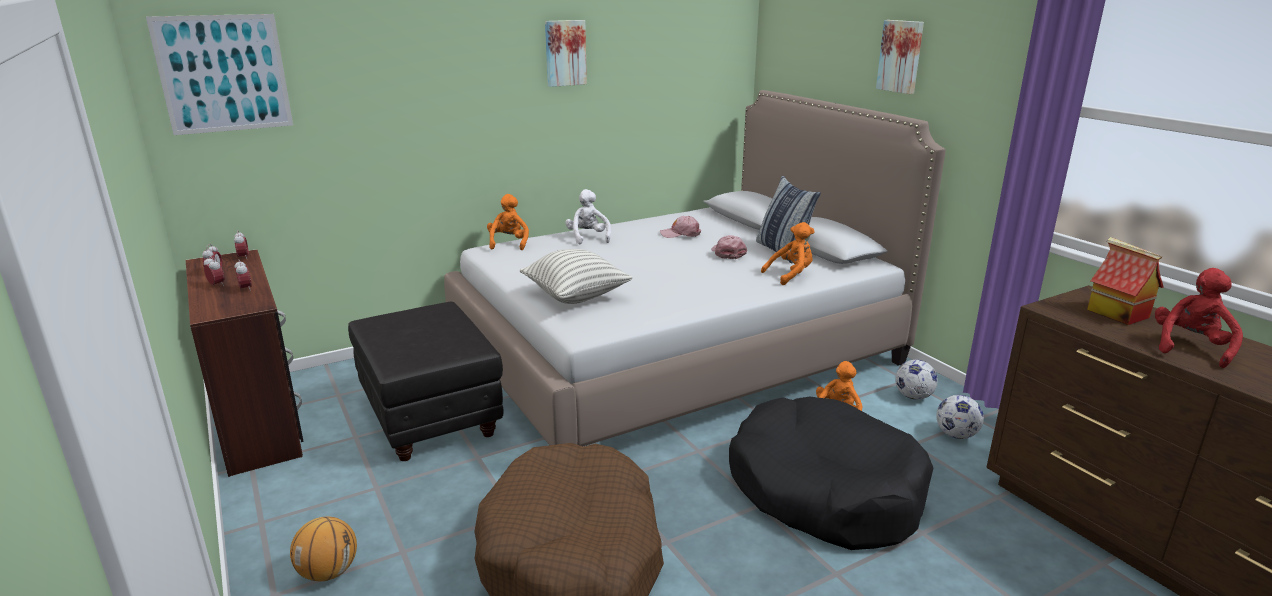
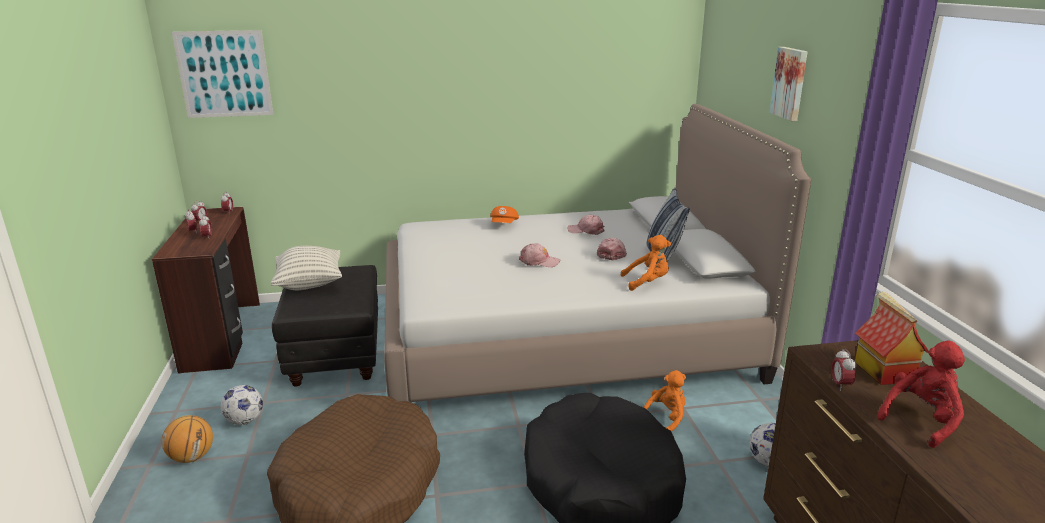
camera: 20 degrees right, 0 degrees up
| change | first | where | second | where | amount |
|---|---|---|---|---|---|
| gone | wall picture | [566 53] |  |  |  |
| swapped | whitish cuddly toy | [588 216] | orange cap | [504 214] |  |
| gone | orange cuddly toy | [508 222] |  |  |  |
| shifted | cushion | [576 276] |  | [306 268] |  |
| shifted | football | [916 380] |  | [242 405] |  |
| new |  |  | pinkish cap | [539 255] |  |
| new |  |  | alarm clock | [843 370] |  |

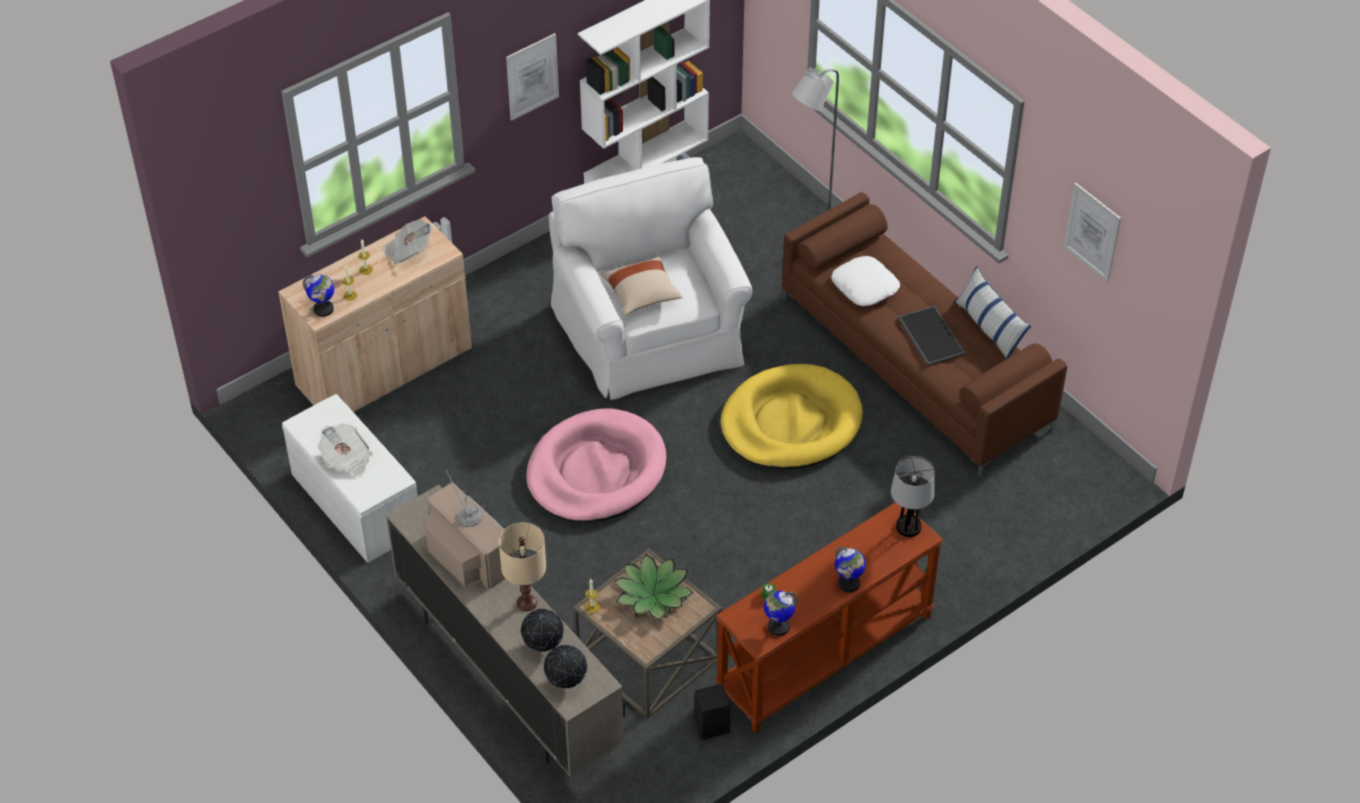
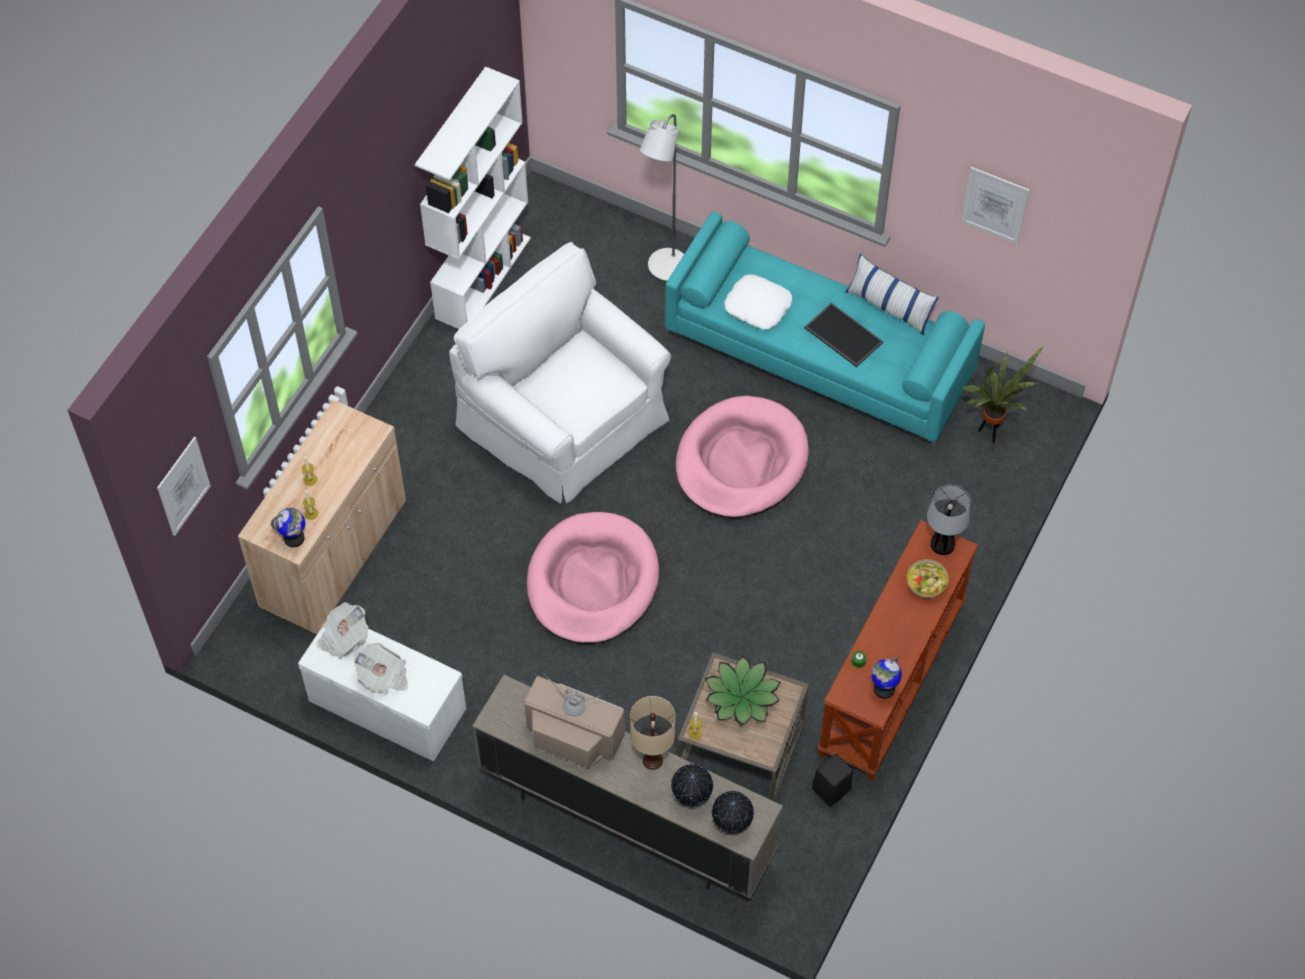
camera: 25 degrees left, 10 degrees up
| change | first | where | second | where | amount |
|---|---|---|---|---|---|
| shifted | wall picture | [532 77] |  | [184 486] |  |
| repainted | brown couch | [924 334] | turquoise couch | [825 331] |  |
| shifted | printed paper | [407 242] |  | [342 631] |  |
| gone | beige cushion | [642 285] |  |  |  |
| repainted | yellow pet bed | [791 417] | pinkish pet bed | [742 457] |  |
| gone | desk globe | [850 570] |  |  |  |
| new |  |  | plant in a pot | [1003 395] |  |
| new |  |  | bowl | [928 578] |  |

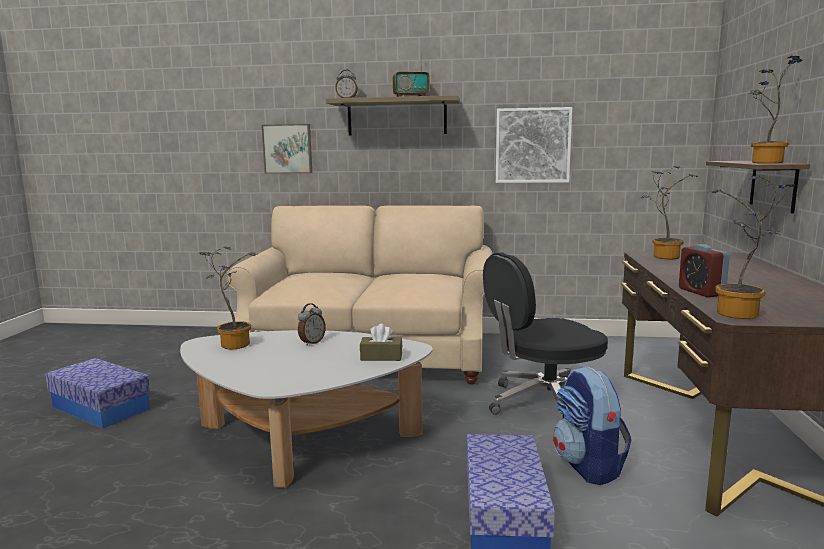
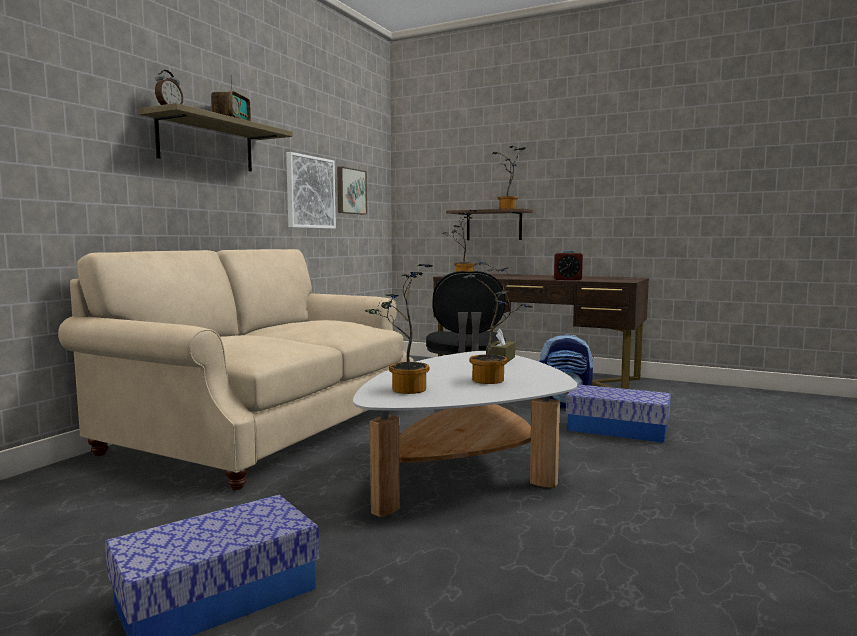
camera: 70 degrees left, 5 degrees down
| change | first | where | second | where | amount |
|---|---|---|---|---|---|
| shifted | wall picture | [286 149] |  | [352 191] |  |
| shifted | plant in a pot | [751 247] |  | [497 323] |  |
| gone | alarm clock | [312 324] |  |  |  |

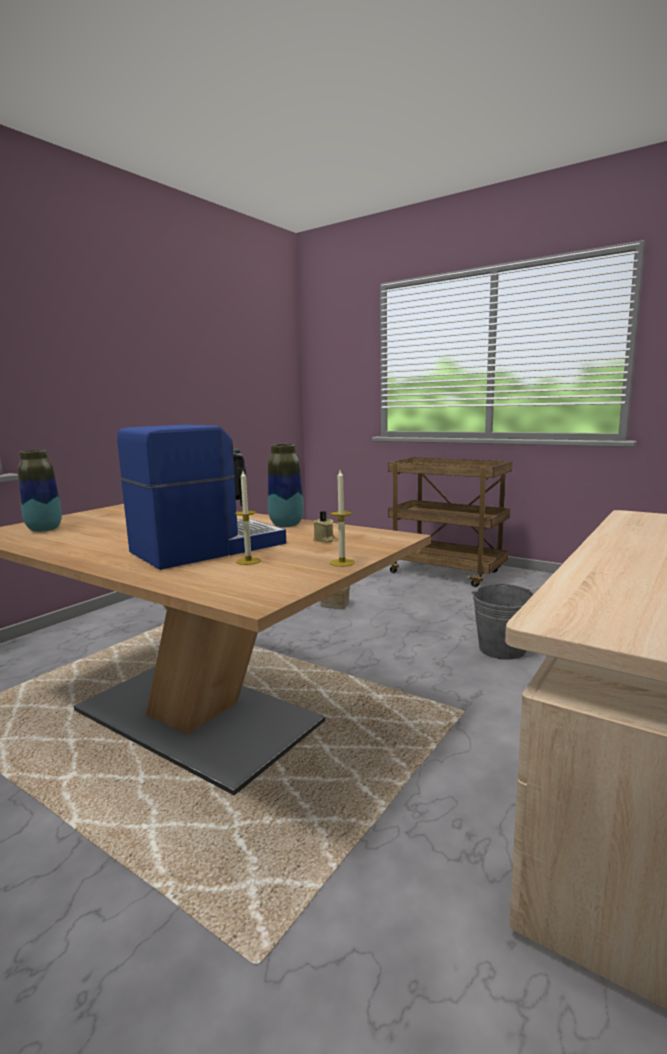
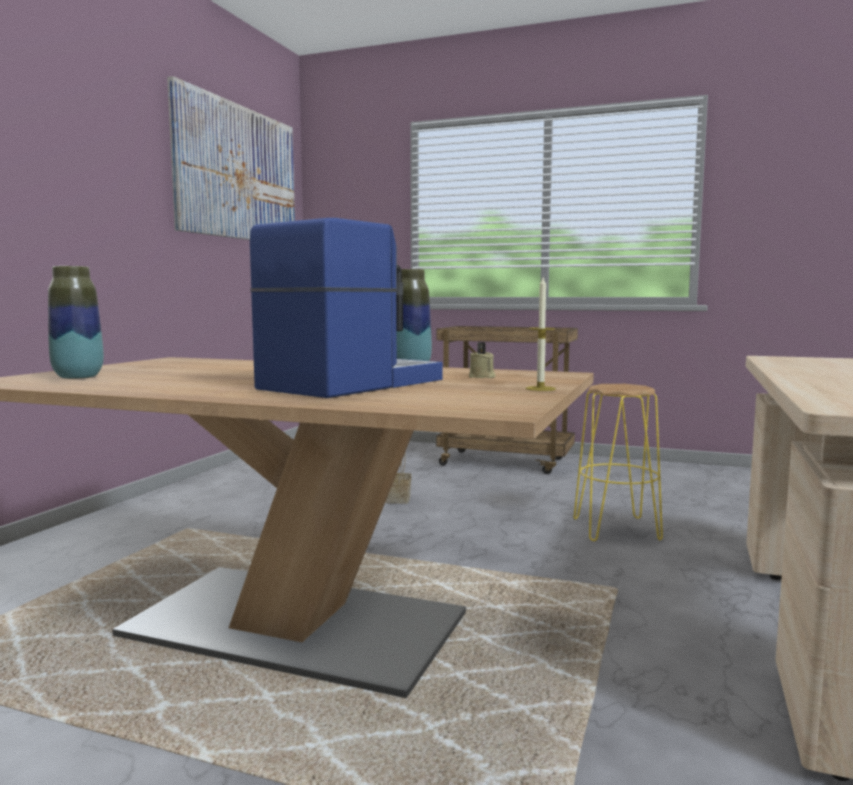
camera: 15 degrees left, 5 degrees down
| change | first | where | second | where | amount |
|---|---|---|---|---|---|
| gone | wax light | [248 518] |  |  |  |
| swapped | gray pail | [503 622] | yellow stool seat | [618 462] |  |
| new |  |  | wall picture | [231 158] |  |

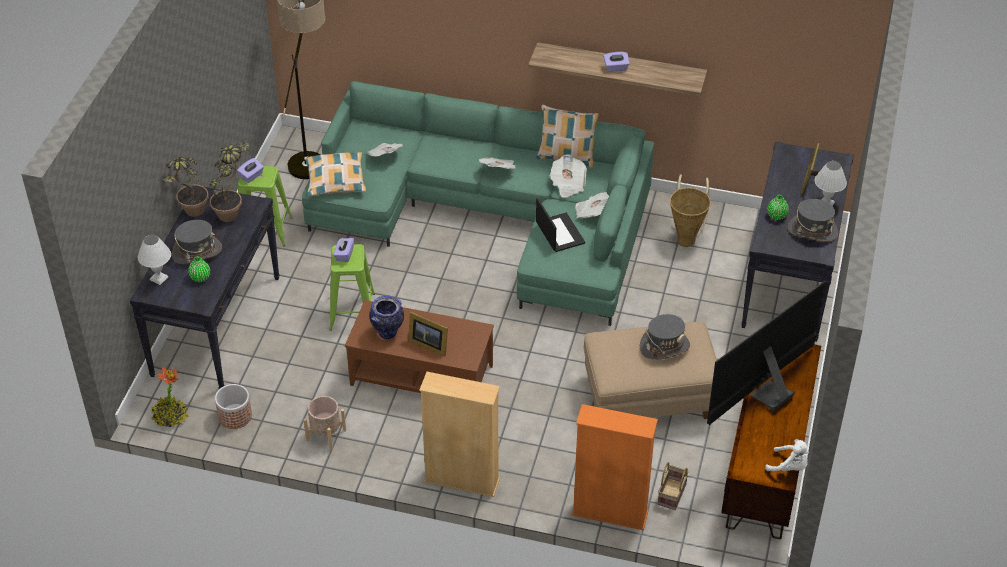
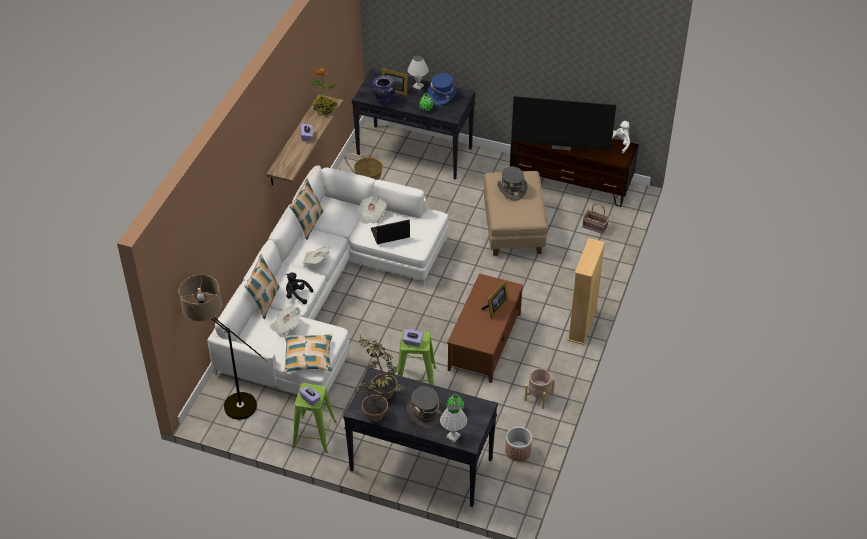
camera: 85 degrees left, 0 degrees up
| change | first | where | second | where | amount |
|---|---|---|---|---|---|
| repainted | green-coloured couch | [478 203] | whitish couch | [327 279] |  |
| gone | printed paper | [568 176] |  |  |  |
| repainted | gray wearable hat | [813 220] | blue-coloured wearable hat | [442 89] |  |
| rotated | TV set | [766 353] |  | [563 123] | 45 degrees counterclockwise |
| shifted | flower vase | [386 317] |  | [384 90] |  |
| shifted | plant in a pot | [169 397] |  | [324 91] |  |
| gone | orange bookshelf | [615 467] |  |  |  |
| new |  |  | cushion | [262 286] |  |
| new |  |  | black-coloured cuddly toy | [299 288] |  |

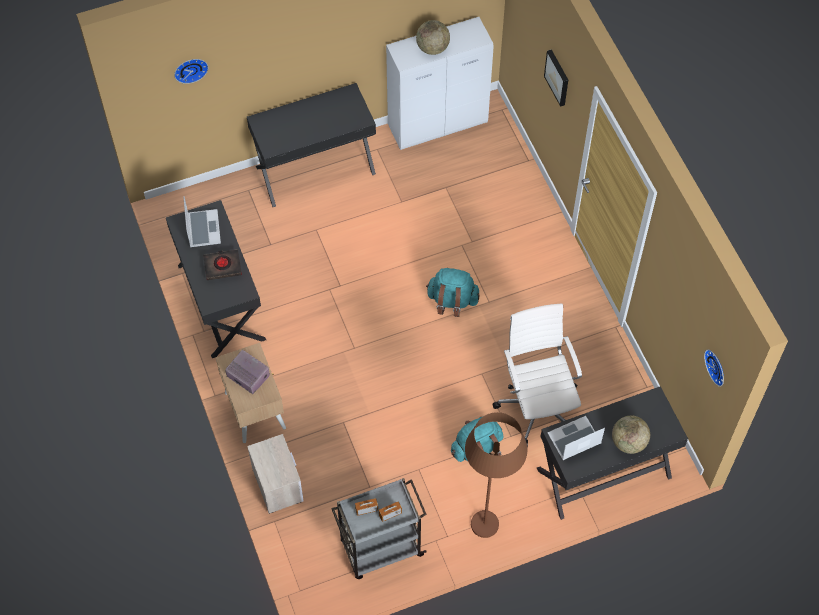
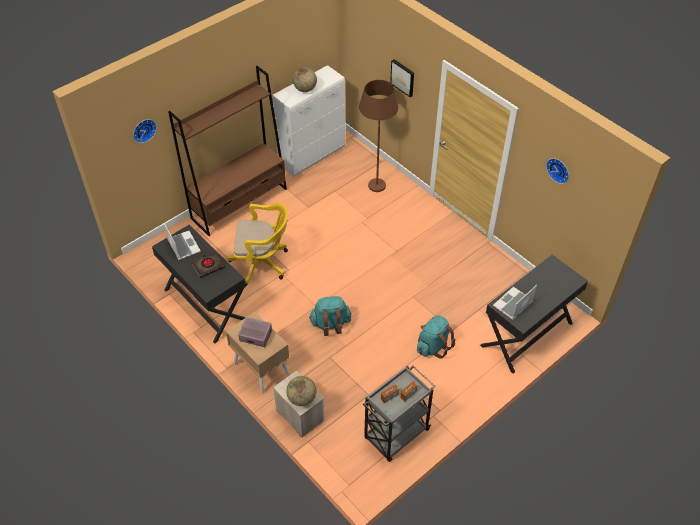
camera: 20 degrees left, 10 degrees down
| change | first | where | second | where | amount |
|---|---|---|---|---|---|
| swapped | black-coloured desk unit | [311 145] | brown bookshelf | [227 151] |  |
| shifted | turquoise rucksack | [453 292] |  | [330 316] |  |
| gone | whitish office chair | [537 375] |  |  |  |
| shifted | hanging clock | [714 368] |  | [557 171] |  |
| shifted | brown floor lamp | [496 475] |  | [378 136] |  |
| shifted | desk globe | [631 435] |  | [301 391] |  |
| new |  |  | yellow office chair | [257 244] |  |

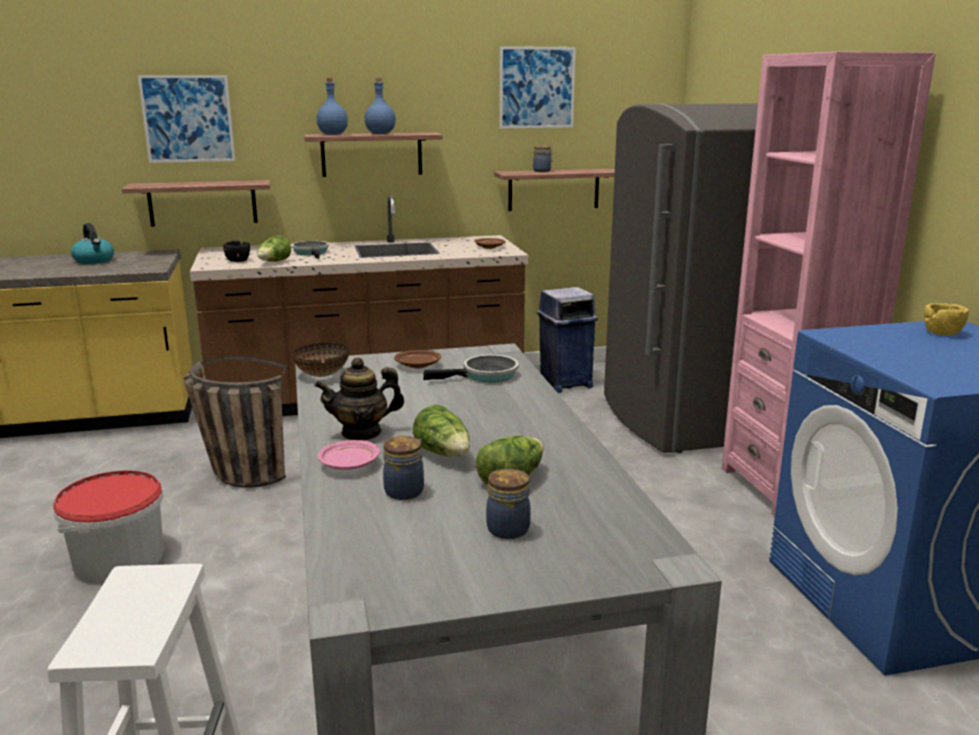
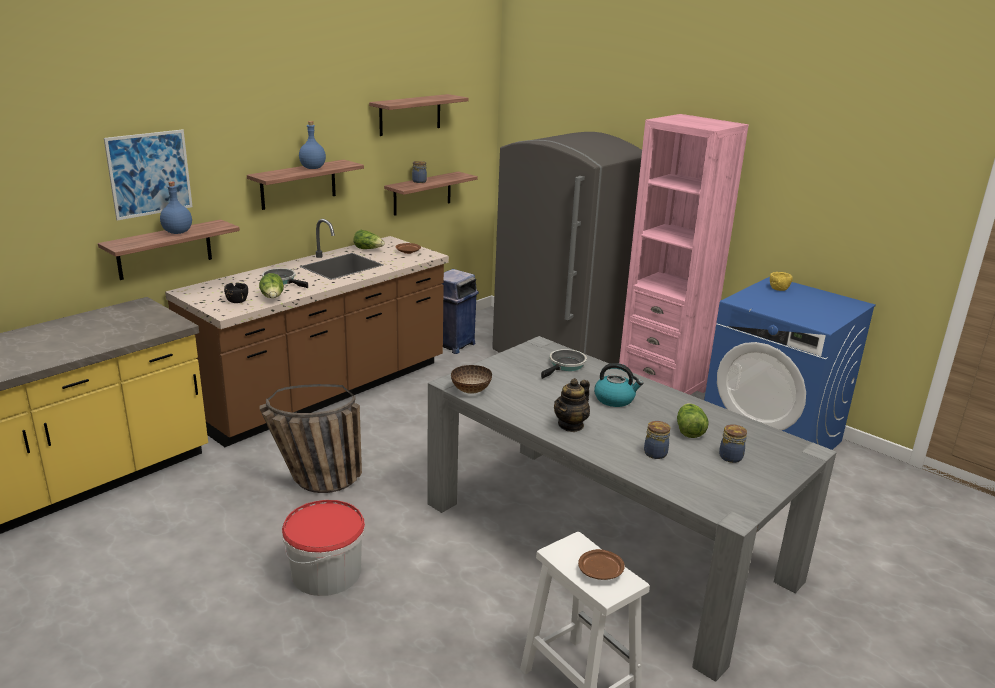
camera: 35 degrees left, 5 degrees up
| change | first | where | second | where | amount |
|---|---|---|---|---|---|
| swapped | wall picture | [537 87] | shelf | [419 115] |  |
| shifted | blue-coloured bottle | [332 106] |  | [176 207] |  |
| shifted | water kettle | [92 243] |  | [618 385] |  |
| shifted | brown plate | [417 359] |  | [601 564] |  |
| shifted | head of lettuce | [441 430] |  | [369 239] |  |
| gone | pinkish plate | [349 455] |  |  |  |

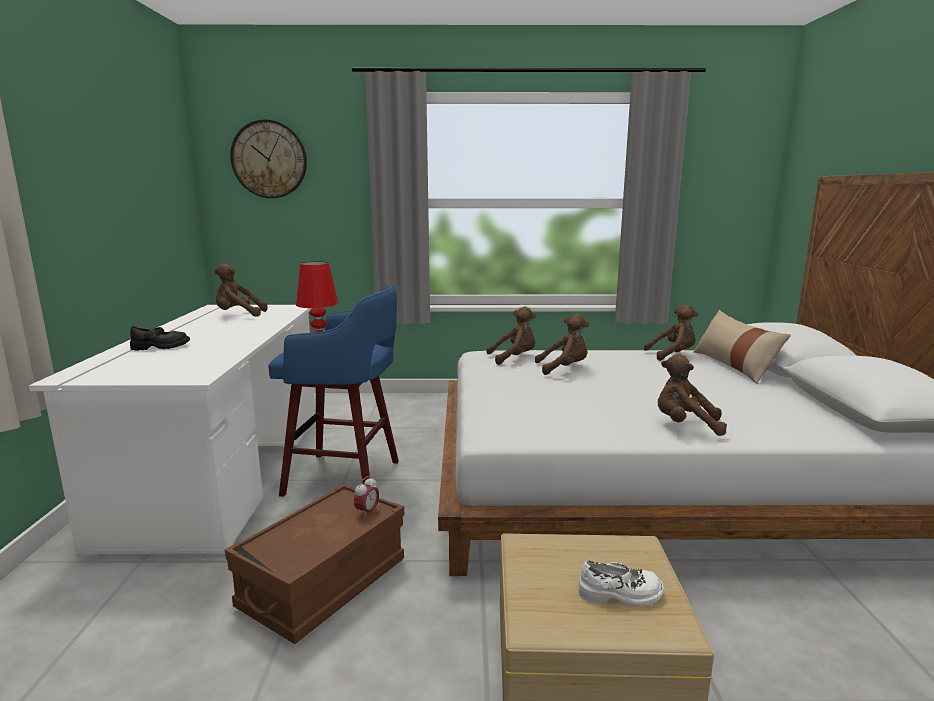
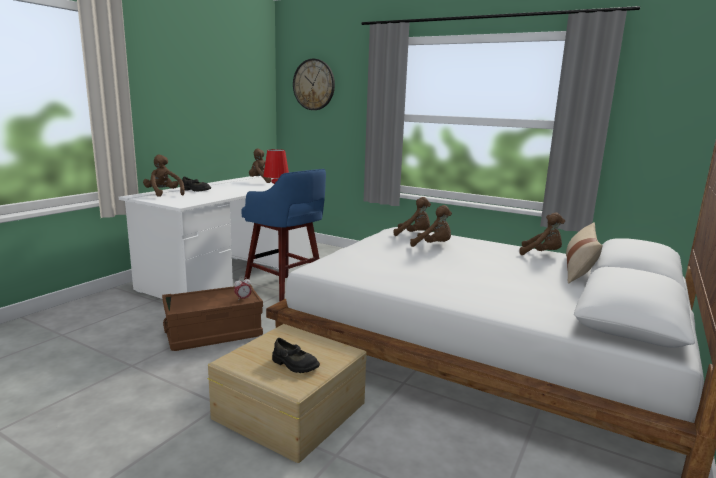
camera: 30 degrees right, 0 degrees up
| change | first | where | second | where | amount |
|---|---|---|---|---|---|
| shifted | brown cuddly toy | [692 395] |  | [164 175] |  |
| repainted | whitish low shoe | [621 583] | black-coloured low shoe | [296 355] |  |

